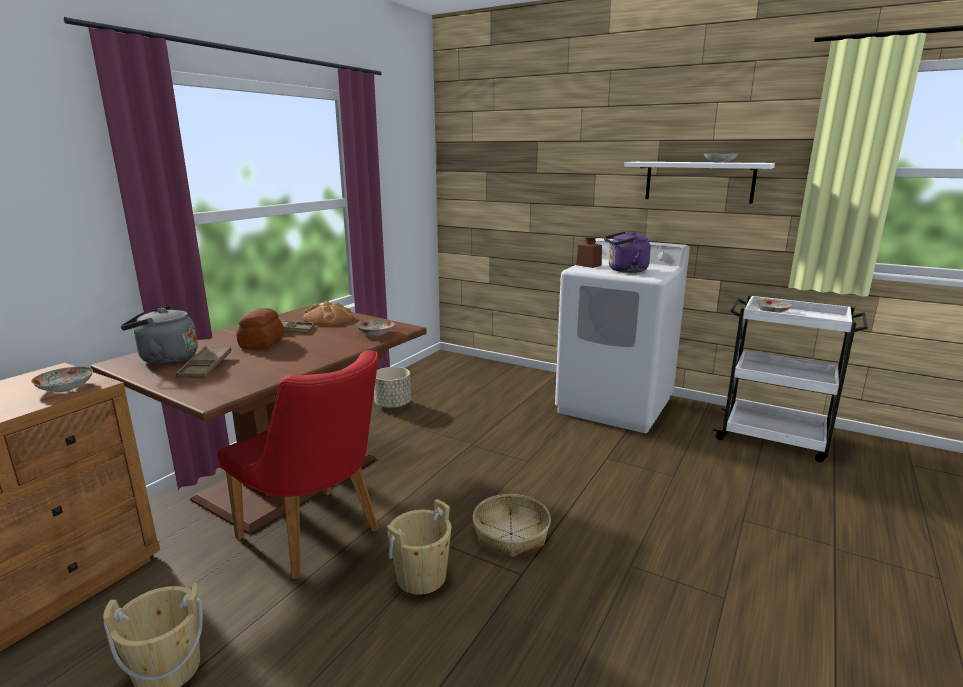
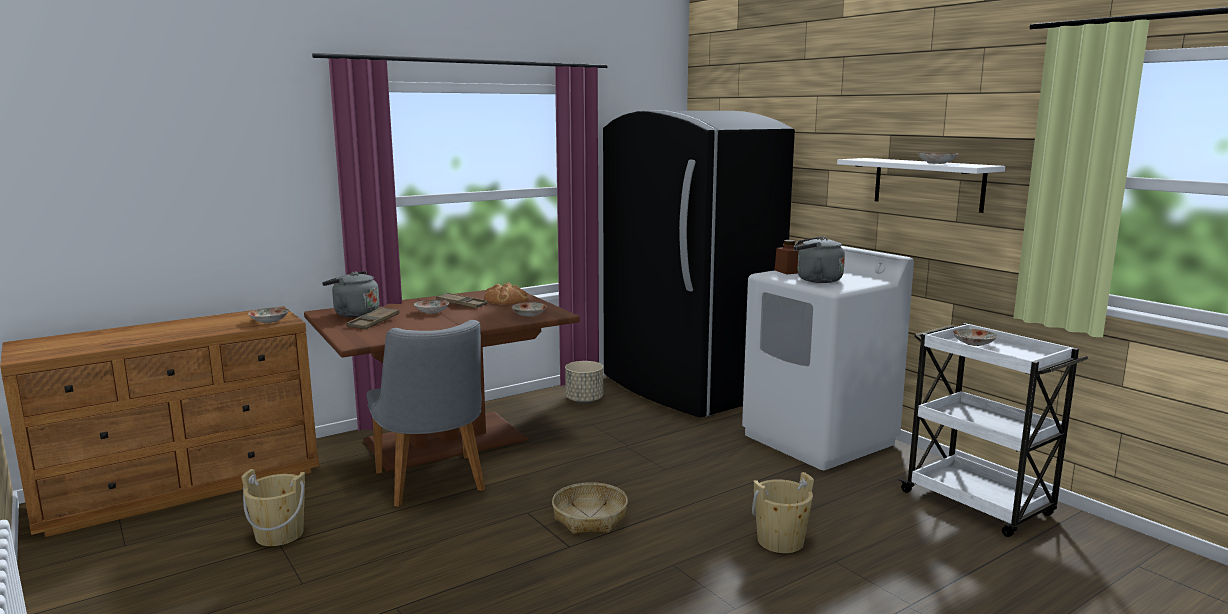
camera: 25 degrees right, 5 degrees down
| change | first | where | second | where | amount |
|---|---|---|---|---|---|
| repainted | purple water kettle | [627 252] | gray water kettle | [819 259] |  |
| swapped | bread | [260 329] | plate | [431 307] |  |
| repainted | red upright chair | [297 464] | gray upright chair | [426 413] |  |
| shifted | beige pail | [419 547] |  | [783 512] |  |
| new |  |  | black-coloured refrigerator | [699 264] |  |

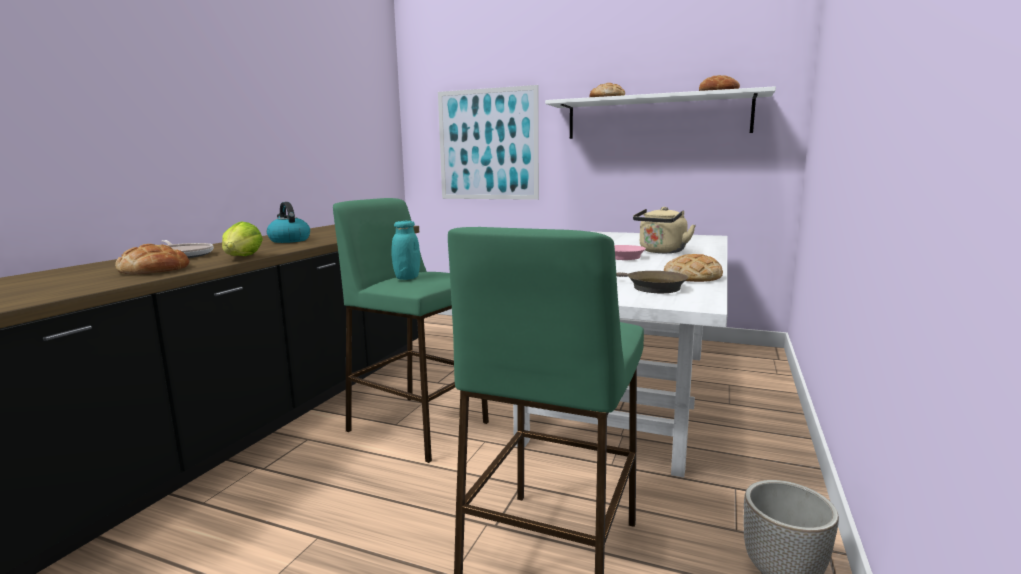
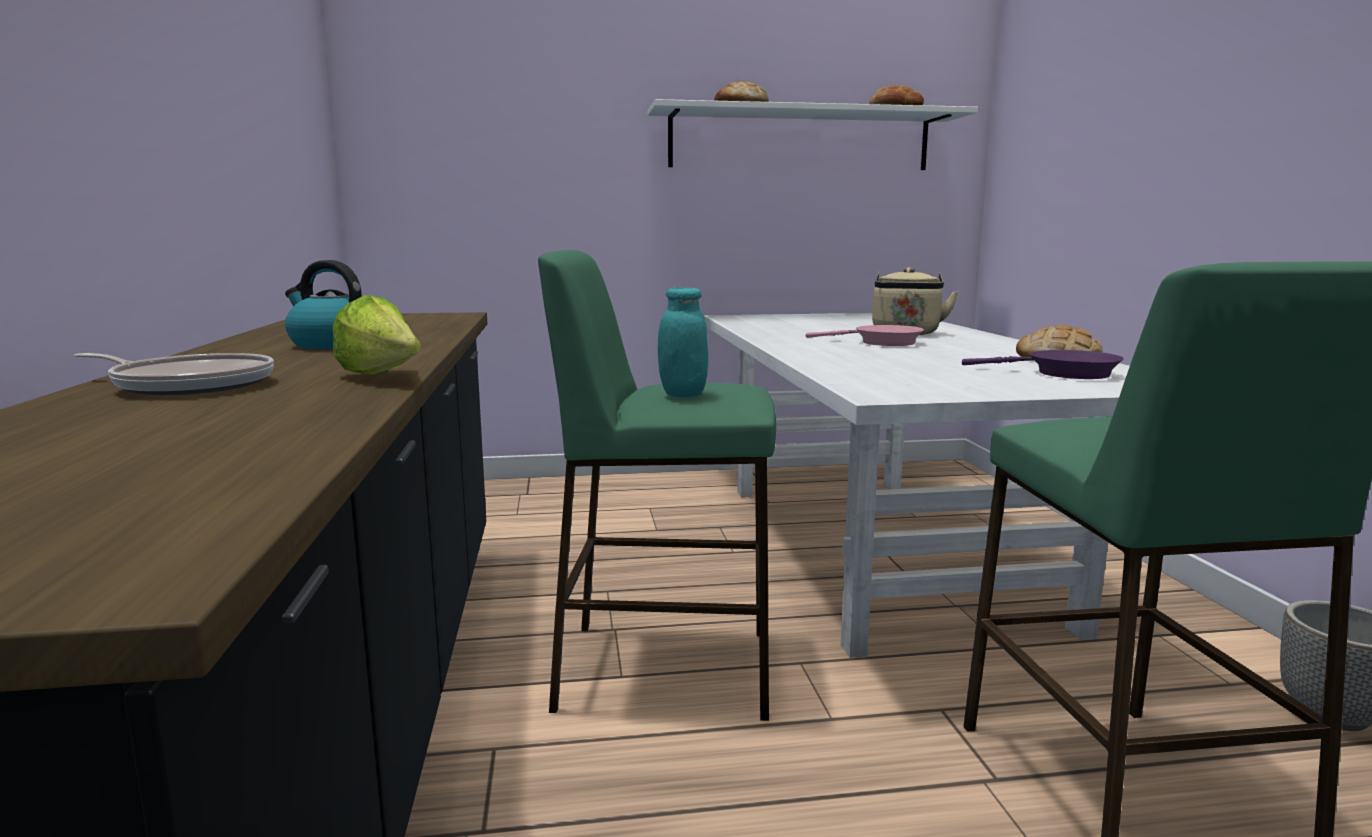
camera: 30 degrees left, 0 degrees up
| change | first | where | second | where | amount |
|---|---|---|---|---|---|
| gone | wall picture | [488 142] |  |  |  |
| gone | bread | [152 259] |  |  |  |
| repainted | brown pan | [652 282] | purple pan | [1043 364] |  |

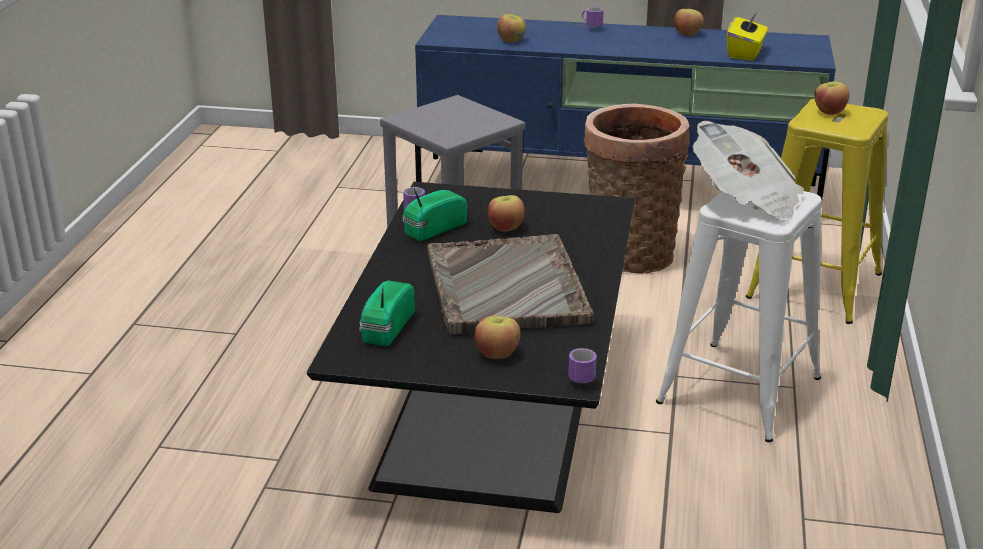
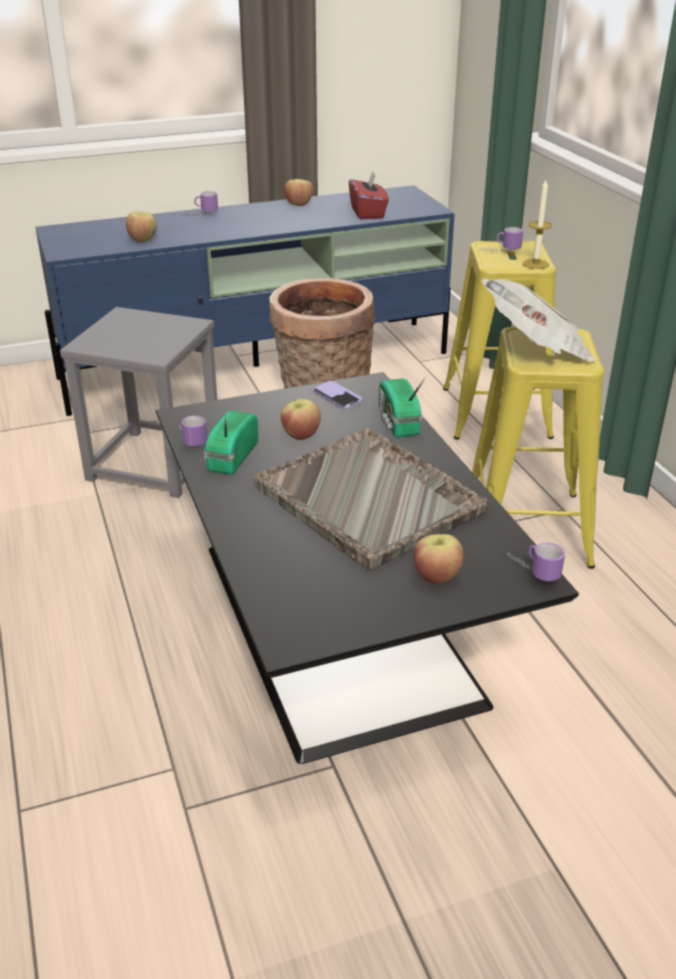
camera: 30 degrees left, 5 degrees up
| change | first | where | second | where | amount |
|---|---|---|---|---|---|
| repainted | yellow tissue holder | [747 35] | red tissue holder | [369 195] |  |
| swapped | whole apple | [832 98] | tea mug | [501 239] |  |
| repainted | whitish stool seat | [739 316] | yellow stool seat | [538 448] |  |
| shifted | radio receiver | [387 313] |  | [402 407] |  |
| new |  |  | wax light | [537 224] |  |
| new |  |  | handset | [337 395] |  |

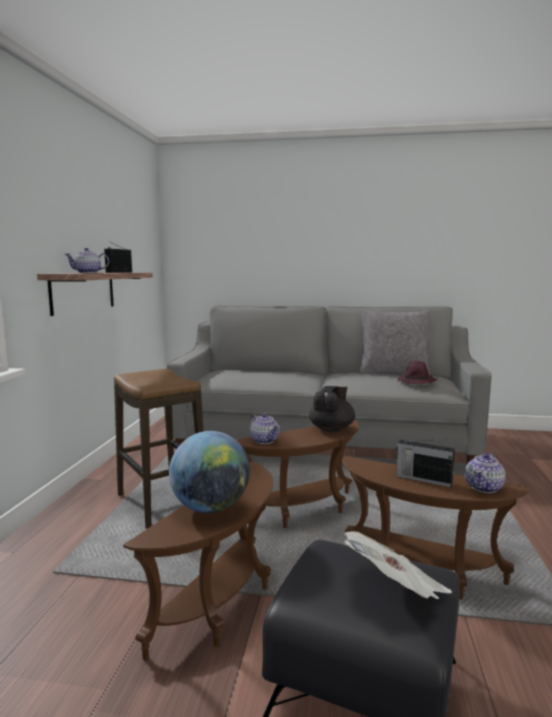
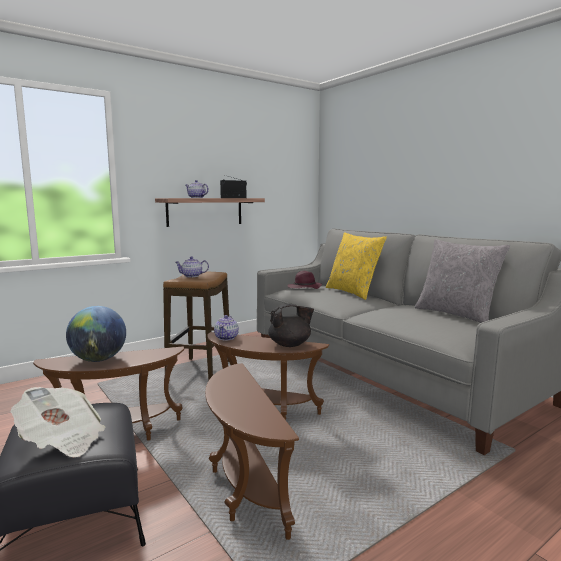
camera: 45 degrees right, 0 degrees up
| change | first | where | second | where | amount |
|---|---|---|---|---|---|
| shifted | purple wearable hat | [418 372] |  | [304 280] |  |
| gone | radio receiver | [425 463] |  |  |  |
| shifted | pot for tea | [485 473] |  | [192 267] |  |
| new |  |  | yellow cushion | [356 266] |  |

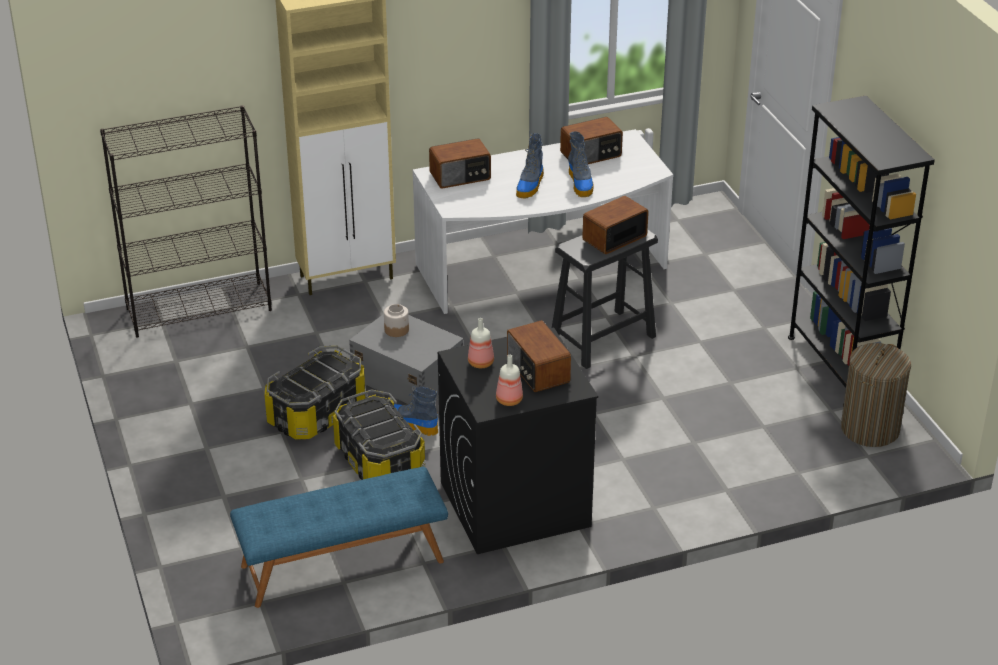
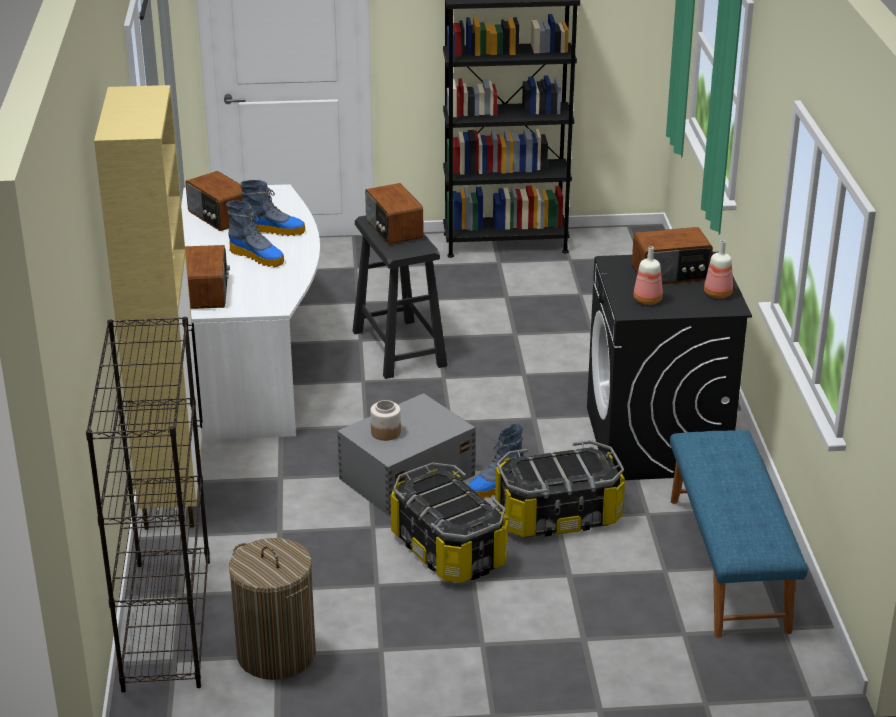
camera: 75 degrees left, 5 degrees down
| change | first | where | second | where | amount |
|---|---|---|---|---|---|
| rotated | radio receiver | [591 140] |  | [213 201] | 150 degrees clockwise |
| shifted | laundry basket | [876 395] |  | [272 609] |  |

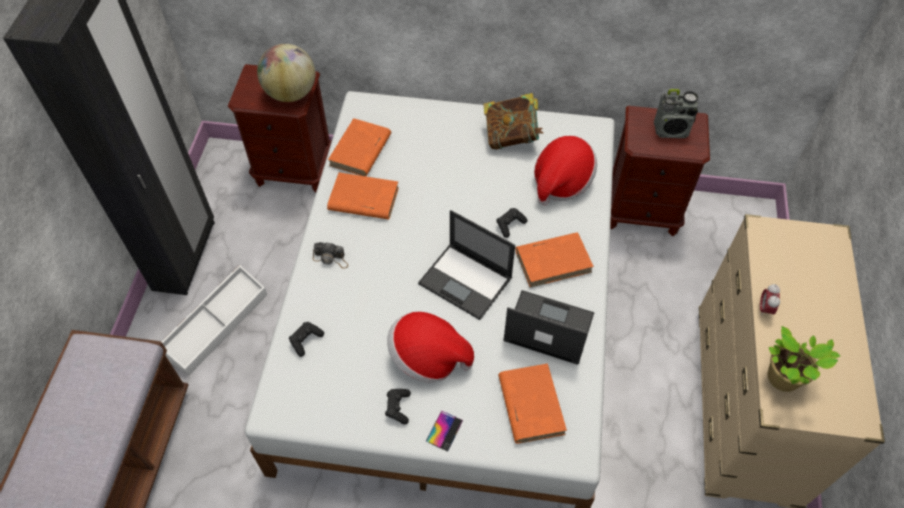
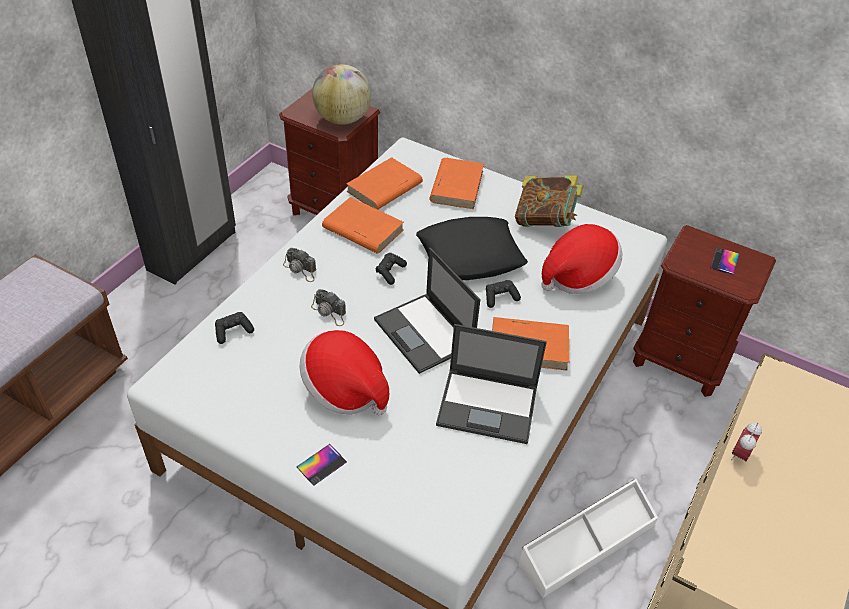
camera: 20 degrees right, 10 degrees down
| change | first | where | second | where | amount |
|---|---|---|---|---|---|
| swapped | radio receiver | [676 113] | handset | [724 261] |  |
| shifted | whitish storage box | [214 320] |  | [588 538] |  |
| rotated | portable computer | [549 327] |  | [491 384] | 150 degrees clockwise |
| gone | plant in a pot | [804 359] |  |  |  |
| shifted | orange book | [532 403] |  | [456 183] |  |
| shifted | black-coloured game controller | [398 407] |  | [391 269] |  |
| new |  |  | black-coloured cushion | [472 248] |  |
| new |  |  | still camera | [328 307] |  |

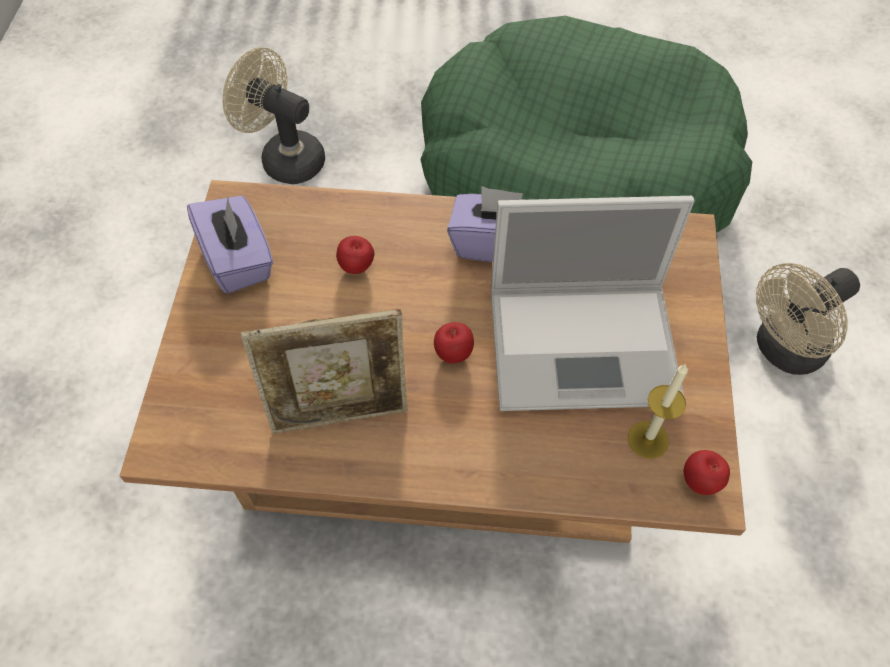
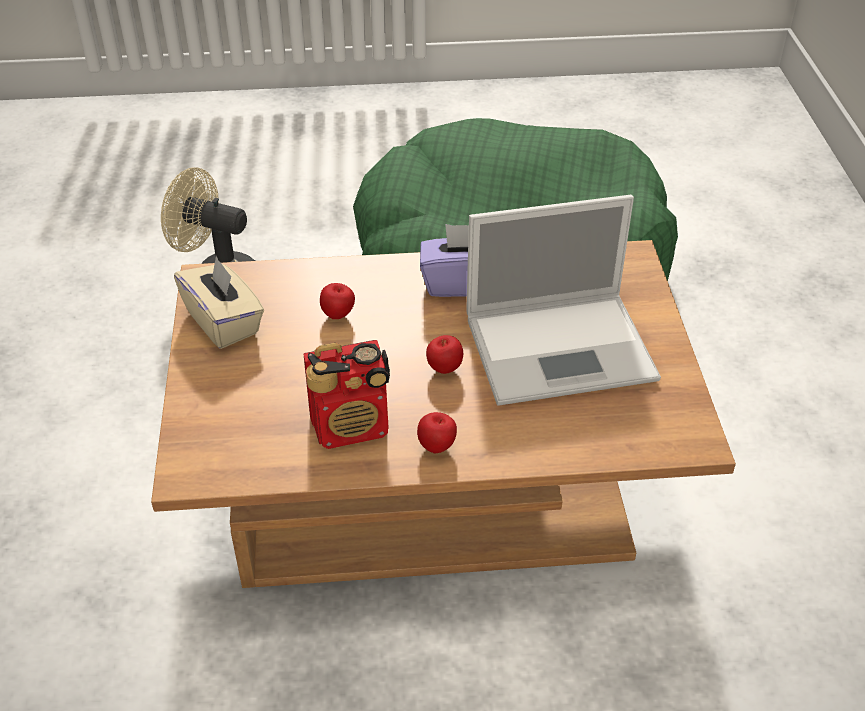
camera: 10 degrees left, 15 degrees down
| change | first | where | second | where | amount |
|---|---|---|---|---|---|
| repainted | purple tissue holder | [230 244] | beige tissue holder | [219 302] |  |
| gone | beige fan | [808 319] |  |  |  |
| swapped | picture frame | [324 371] | radio receiver | [346 394] |  |
| gone | wax light | [658 411] |  |  |  |
| shifted | whole apple | [707 472] |  | [437 432] |  |

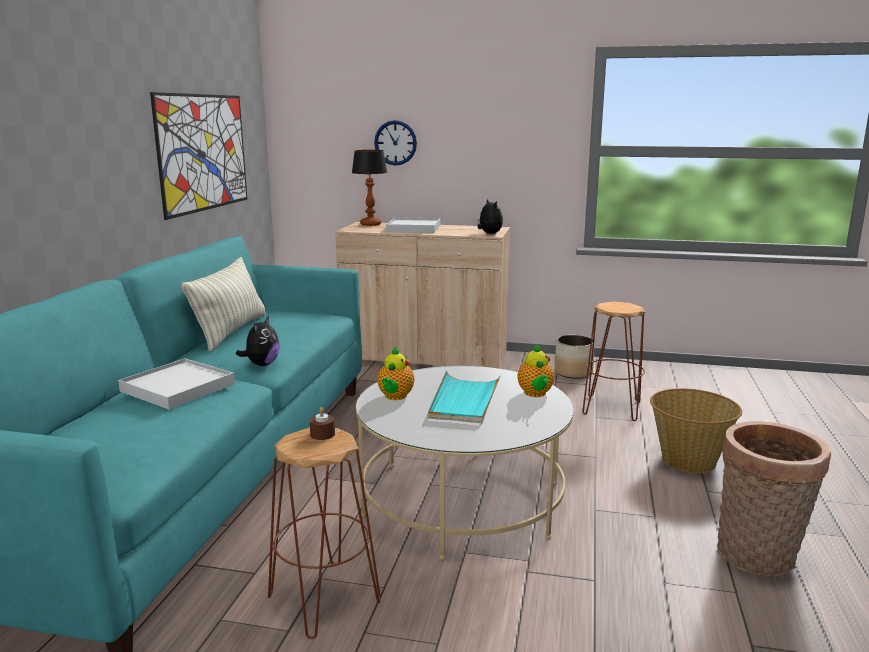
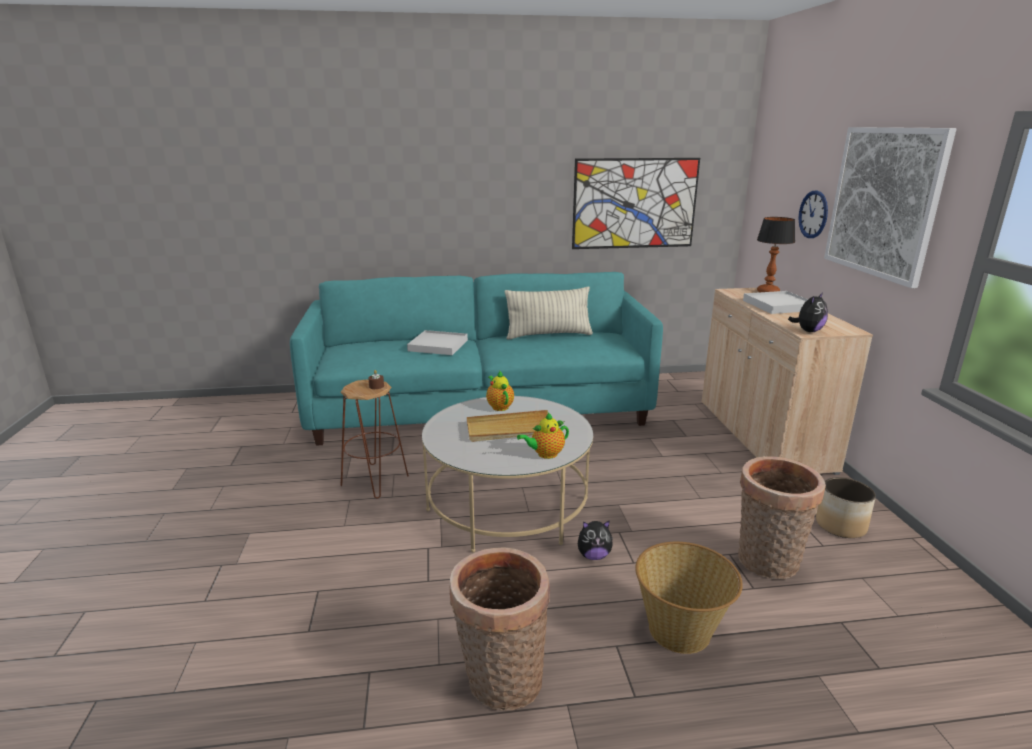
camera: 70 degrees right, 5 degrees up
| change | first | where | second | where | amount |
|---|---|---|---|---|---|
| swapped | brown stool seat | [614 361] | basket | [782 518] |  |
| shifted | cuddly toy | [257 341] |  | [595 540] |  |
| rotated | pot for tea | [395 373] |  | [500 391] | 75 degrees clockwise |
| repainted | turquoise serving tray | [464 397] | beige serving tray | [507 426] |  |
| new |  |  | wall picture | [890 207] |  |

